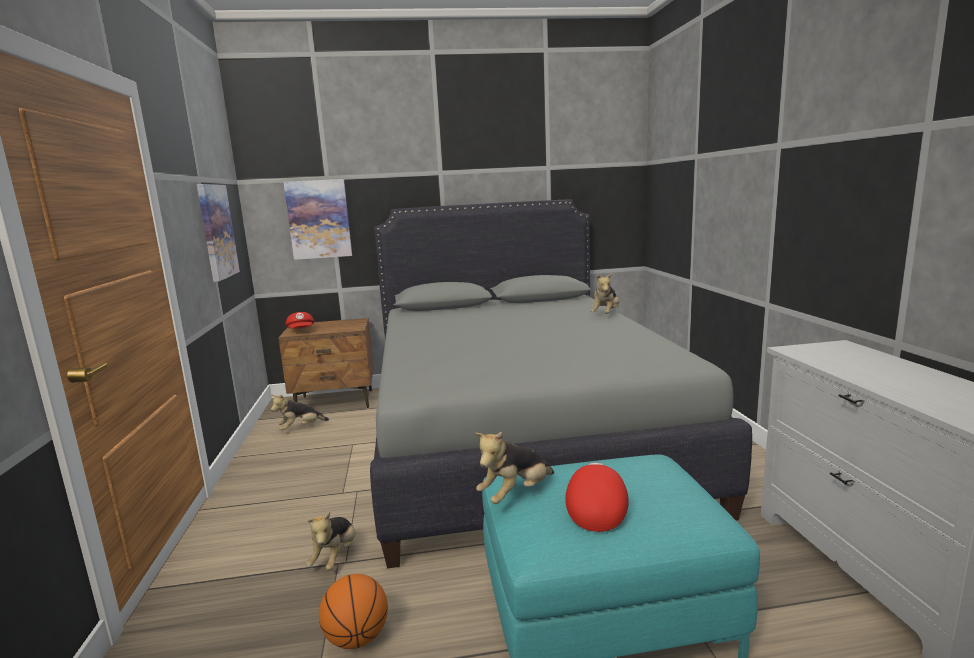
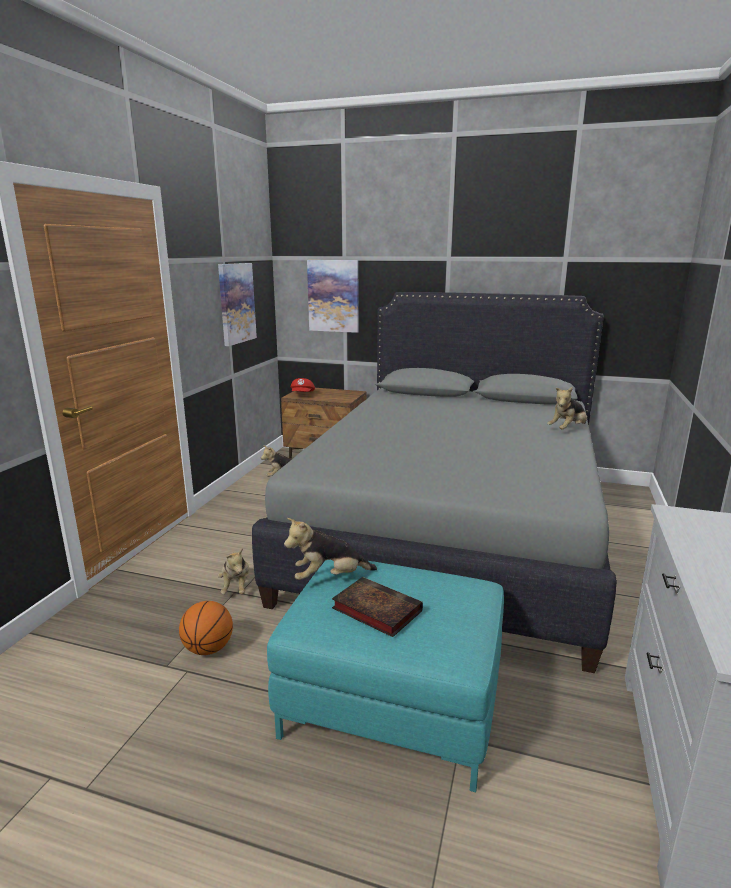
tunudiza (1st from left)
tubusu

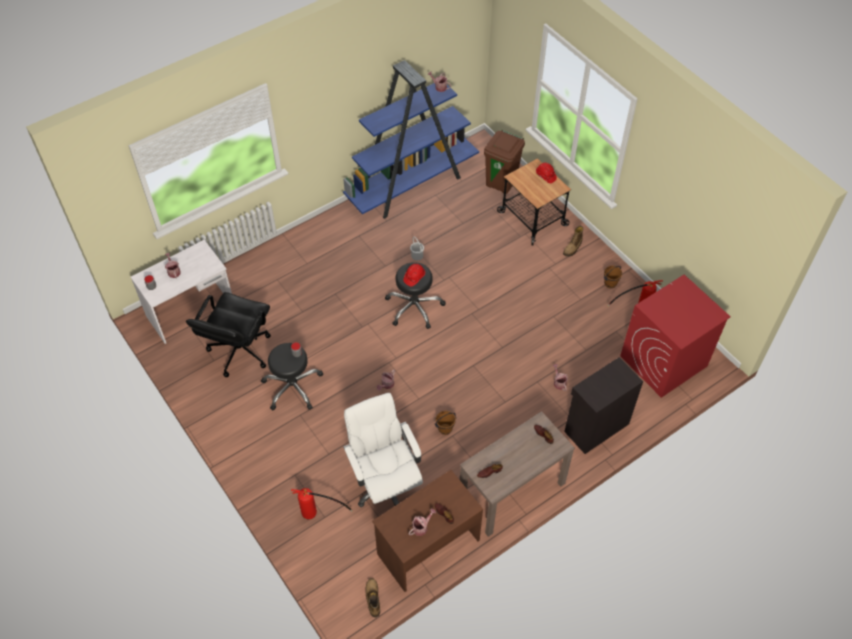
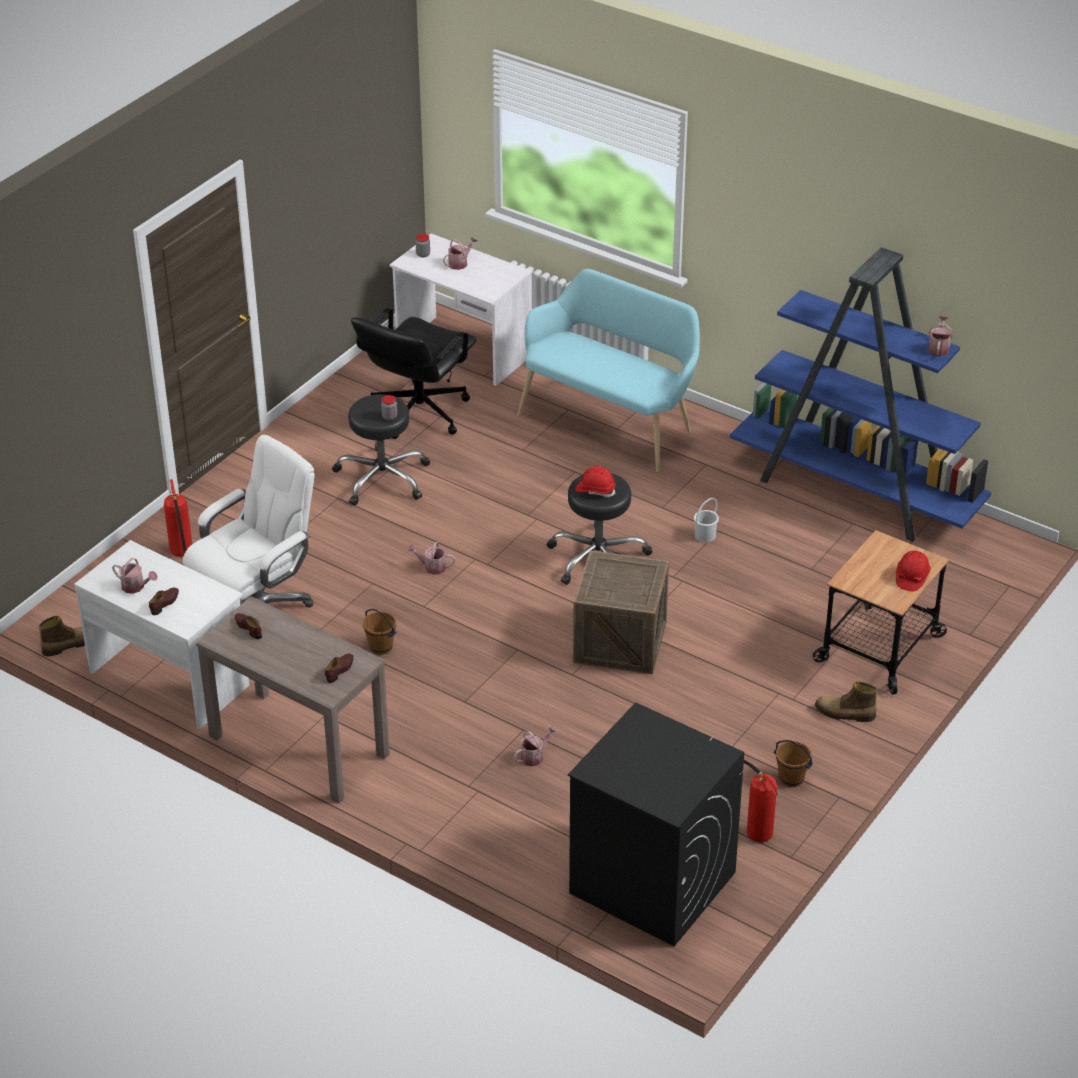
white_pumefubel (1st from left)
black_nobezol
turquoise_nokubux
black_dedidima
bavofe
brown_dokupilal
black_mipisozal

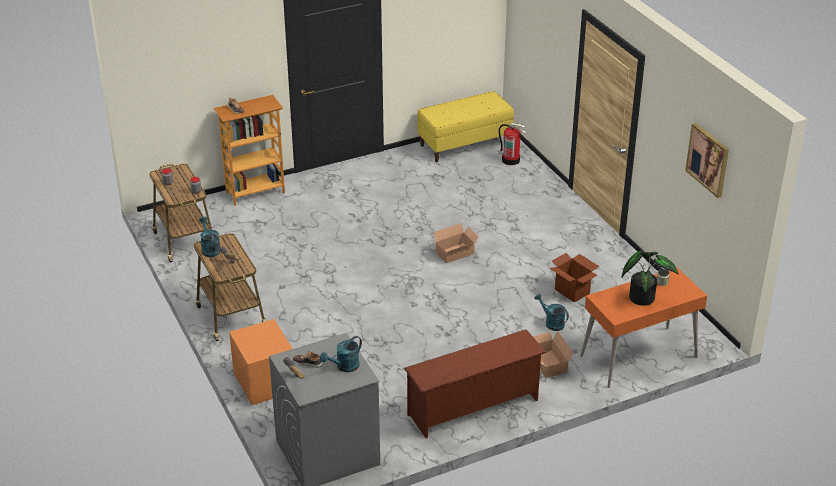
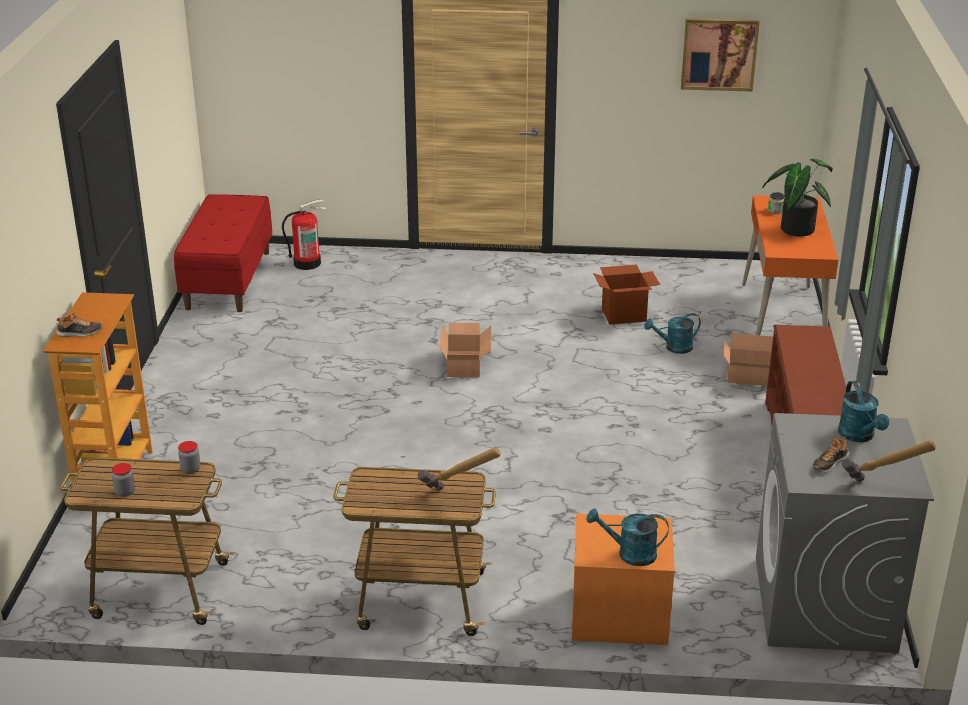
red_nokubux
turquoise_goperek (1st from left)

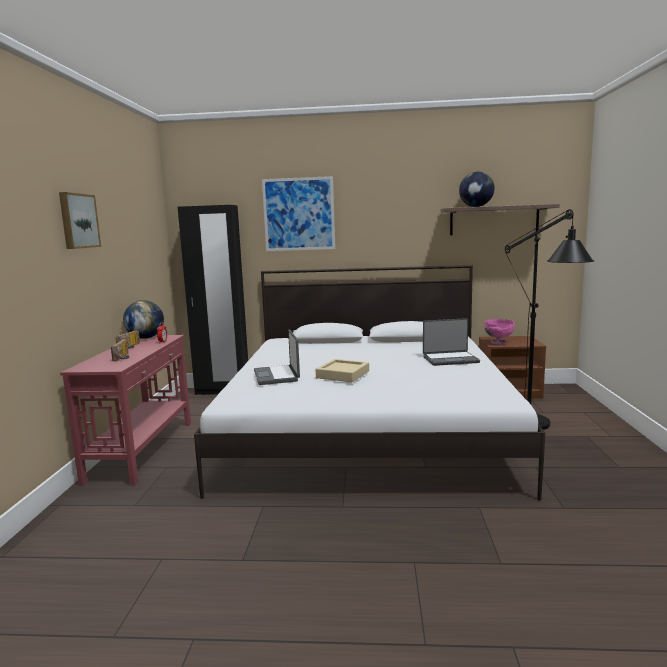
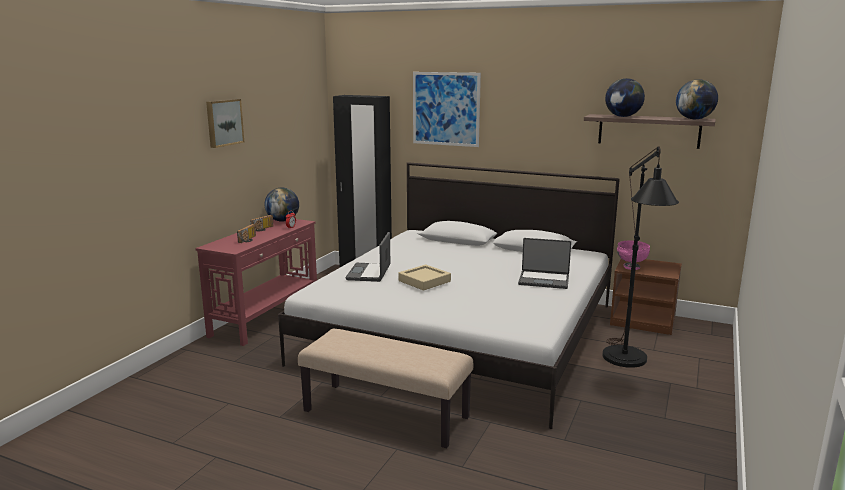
beige_nokubux
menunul (3rd from left)

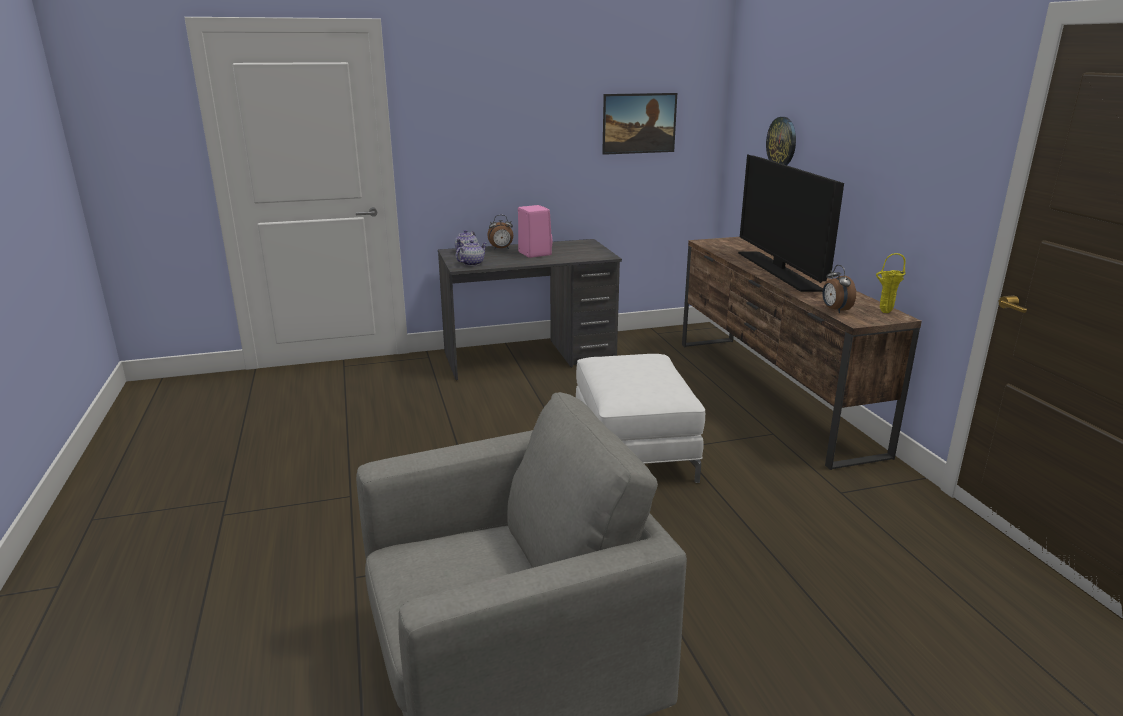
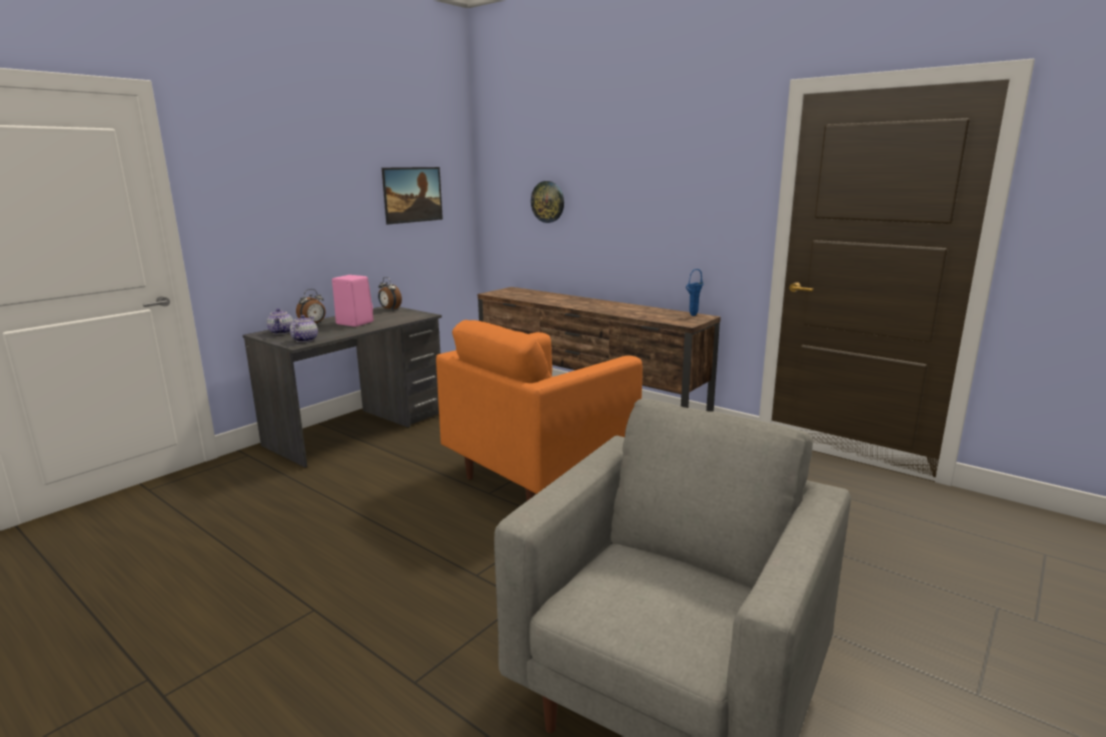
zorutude (2nd from left)
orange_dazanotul
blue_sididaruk
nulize

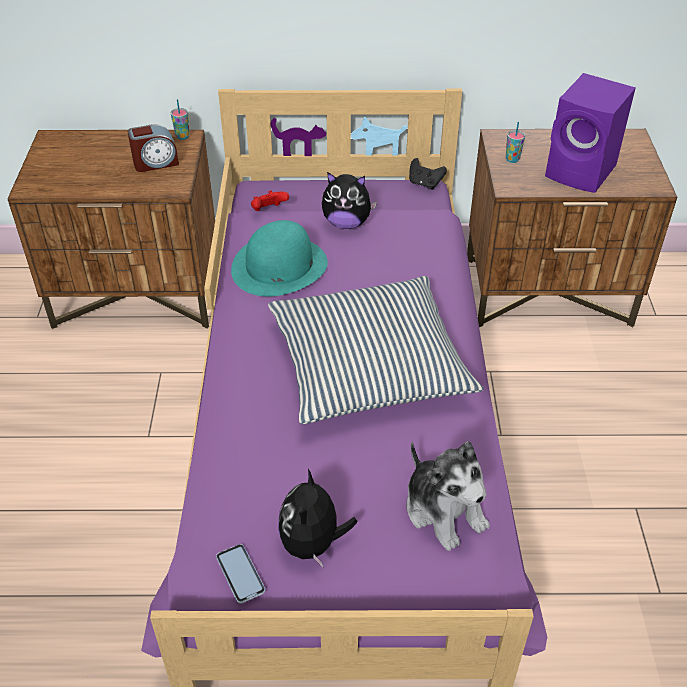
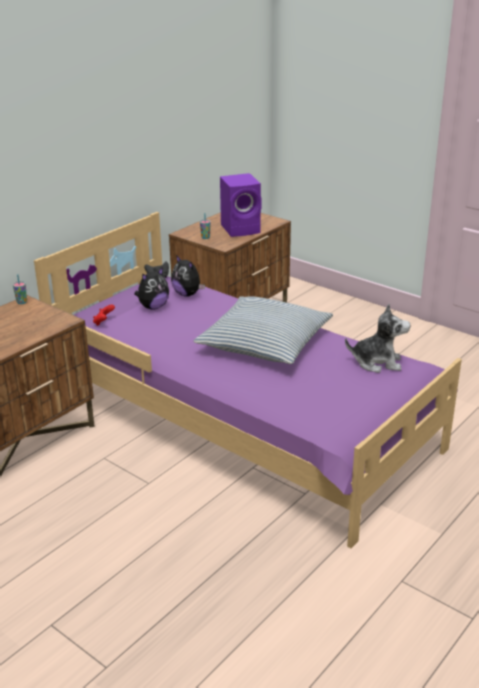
tunudiza (2nd from left)
zorutude
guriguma
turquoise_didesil

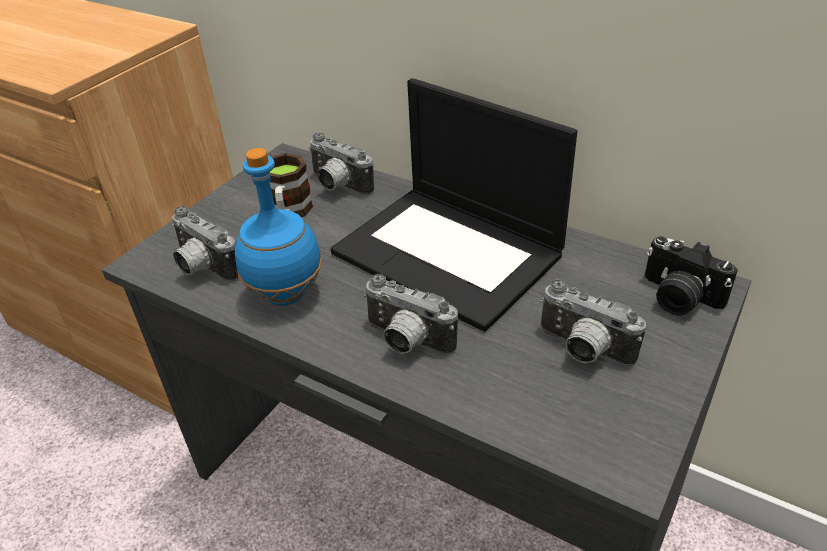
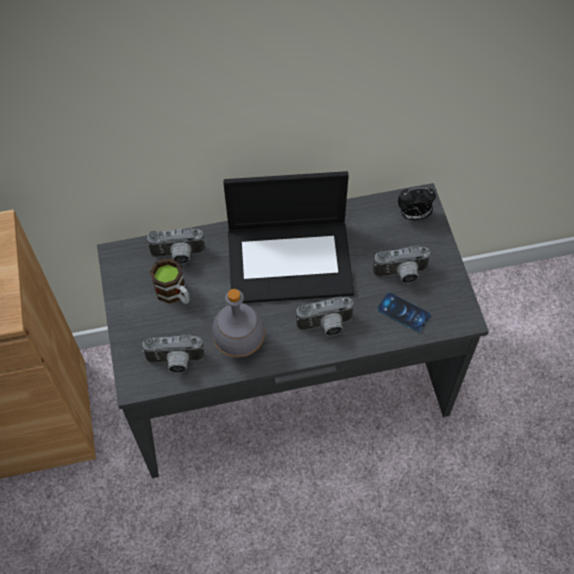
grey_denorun
guriguma
zorutude

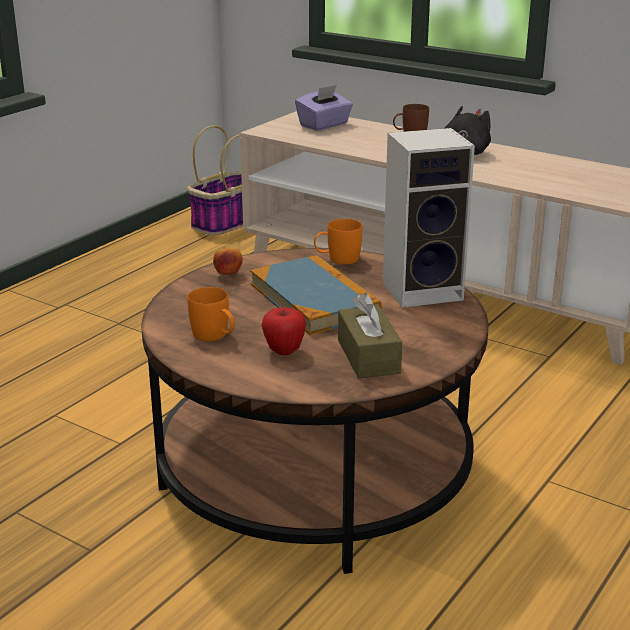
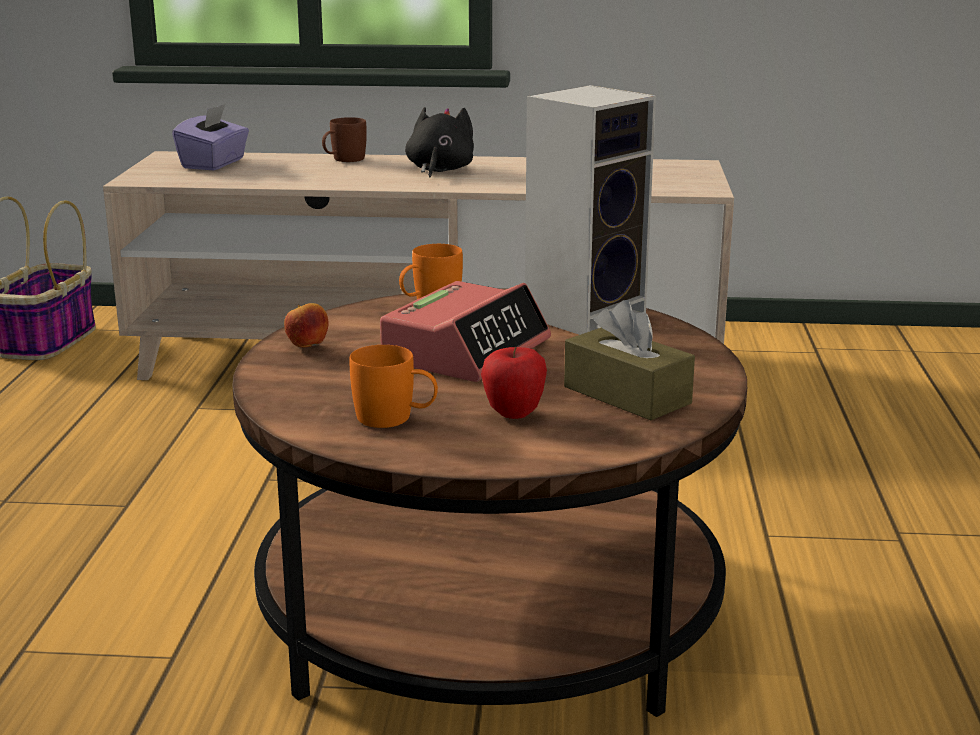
zorutude

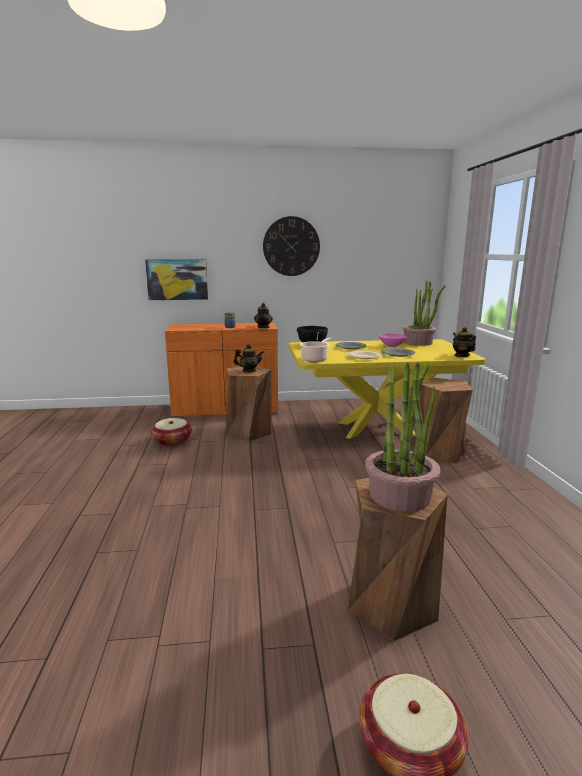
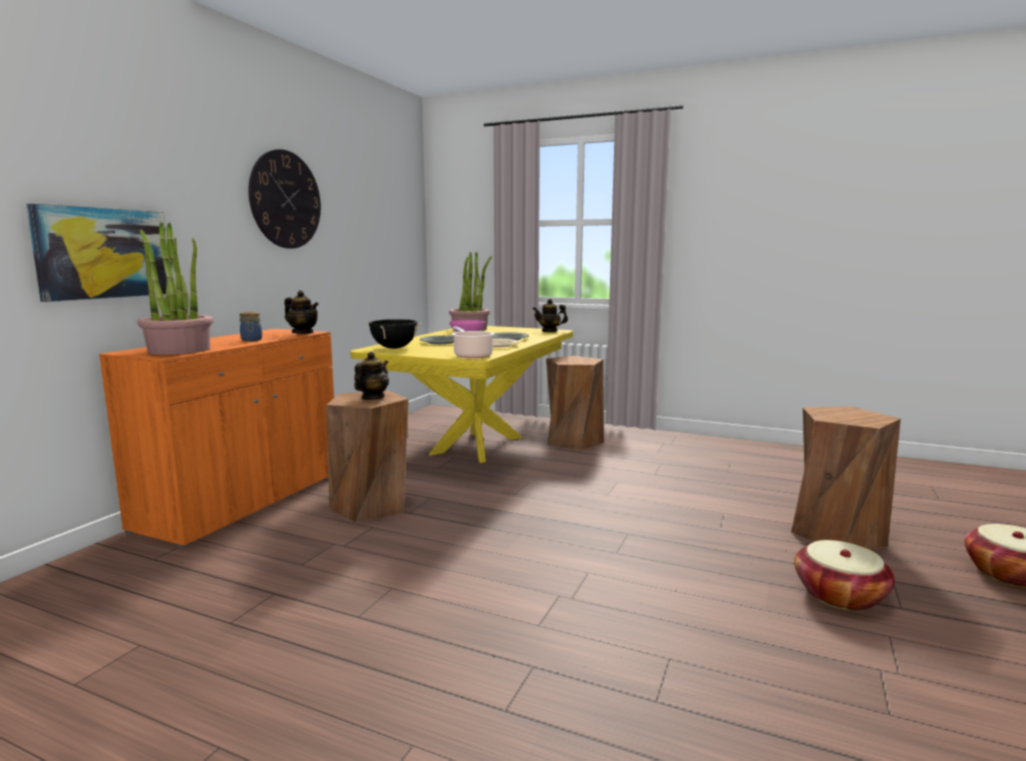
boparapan (1st from left)
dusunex (1st from left)

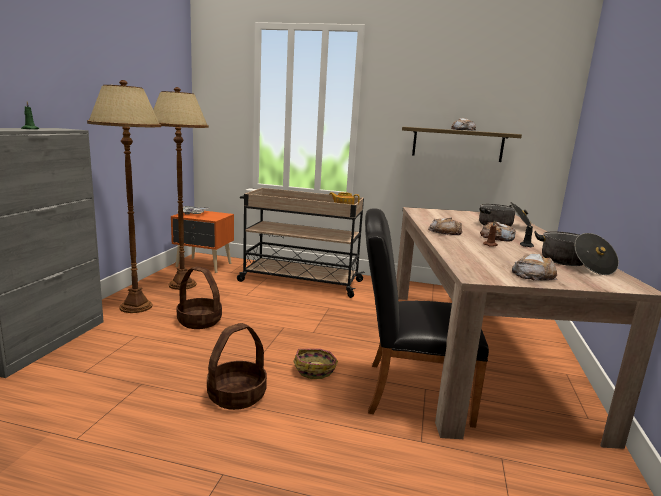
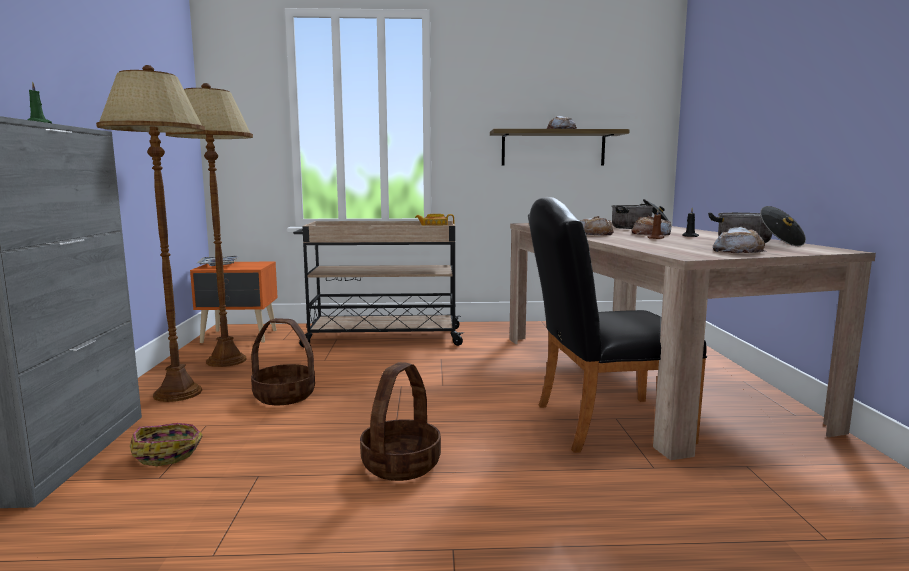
dusunex (1st from left)

